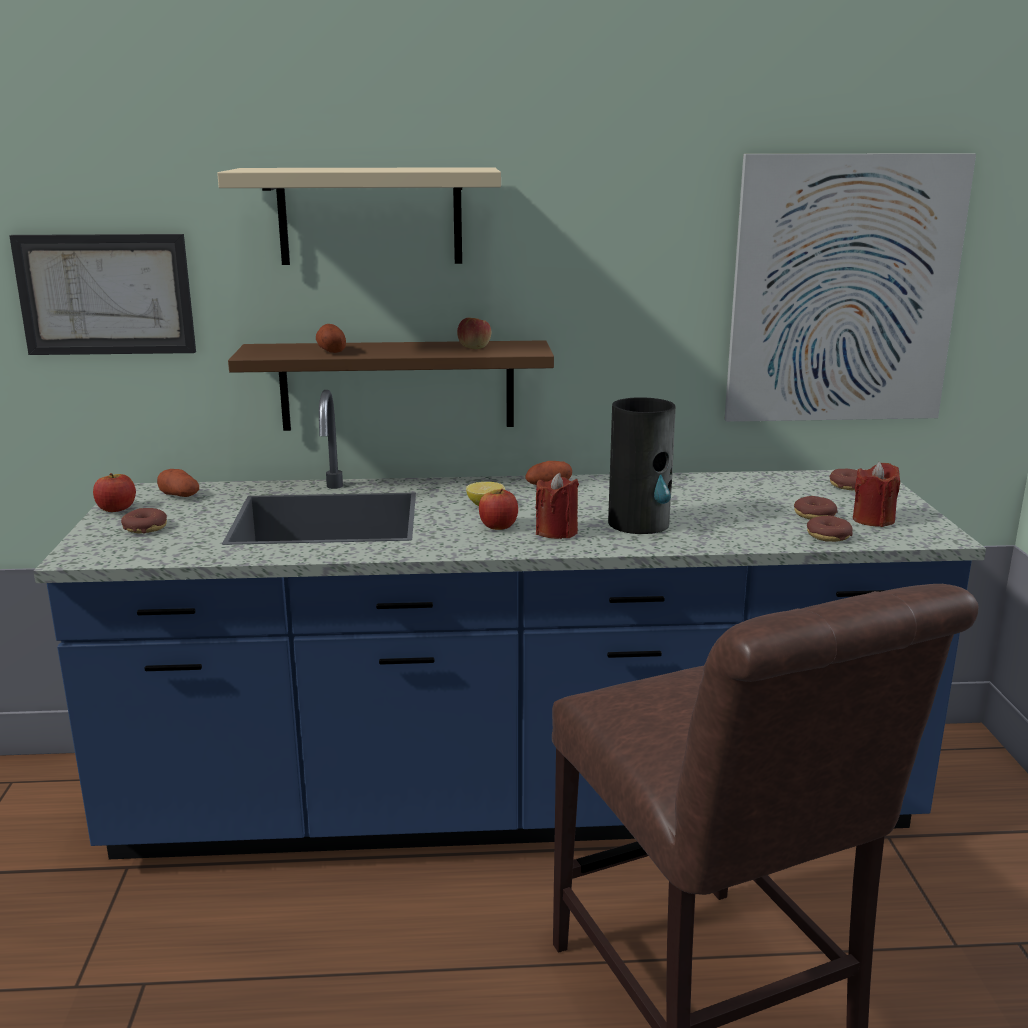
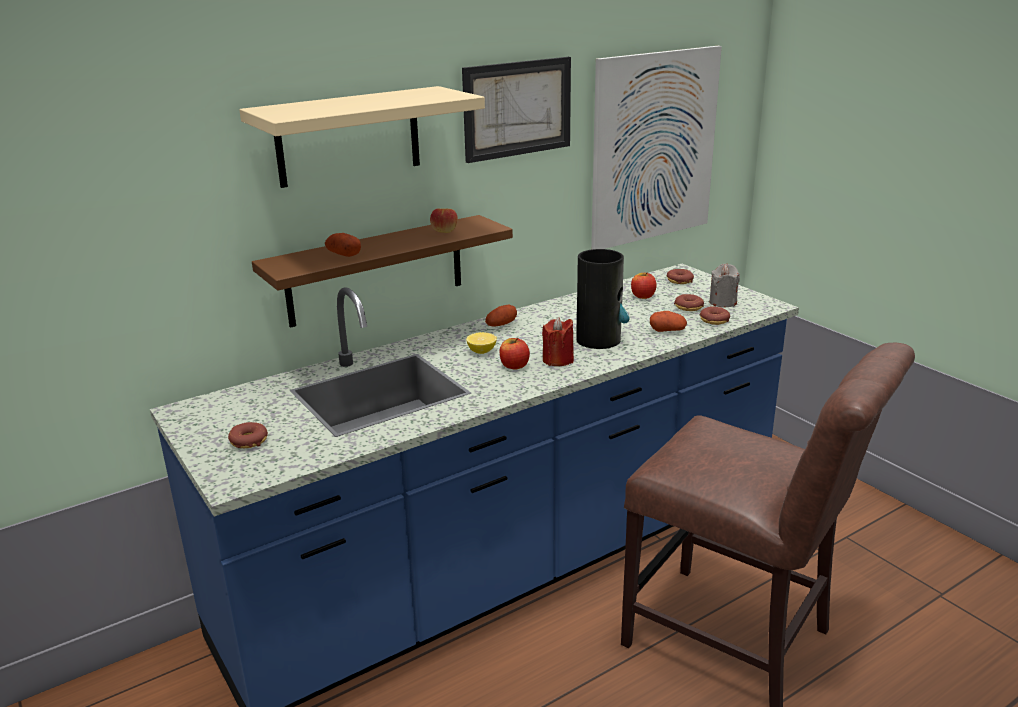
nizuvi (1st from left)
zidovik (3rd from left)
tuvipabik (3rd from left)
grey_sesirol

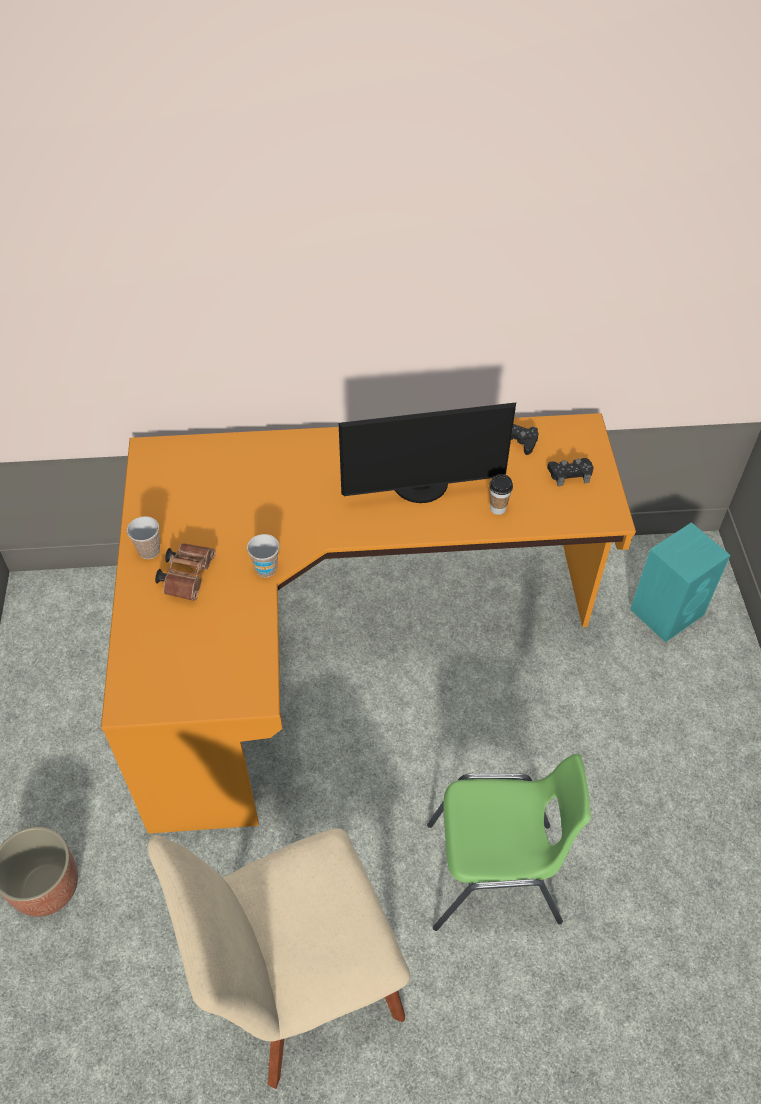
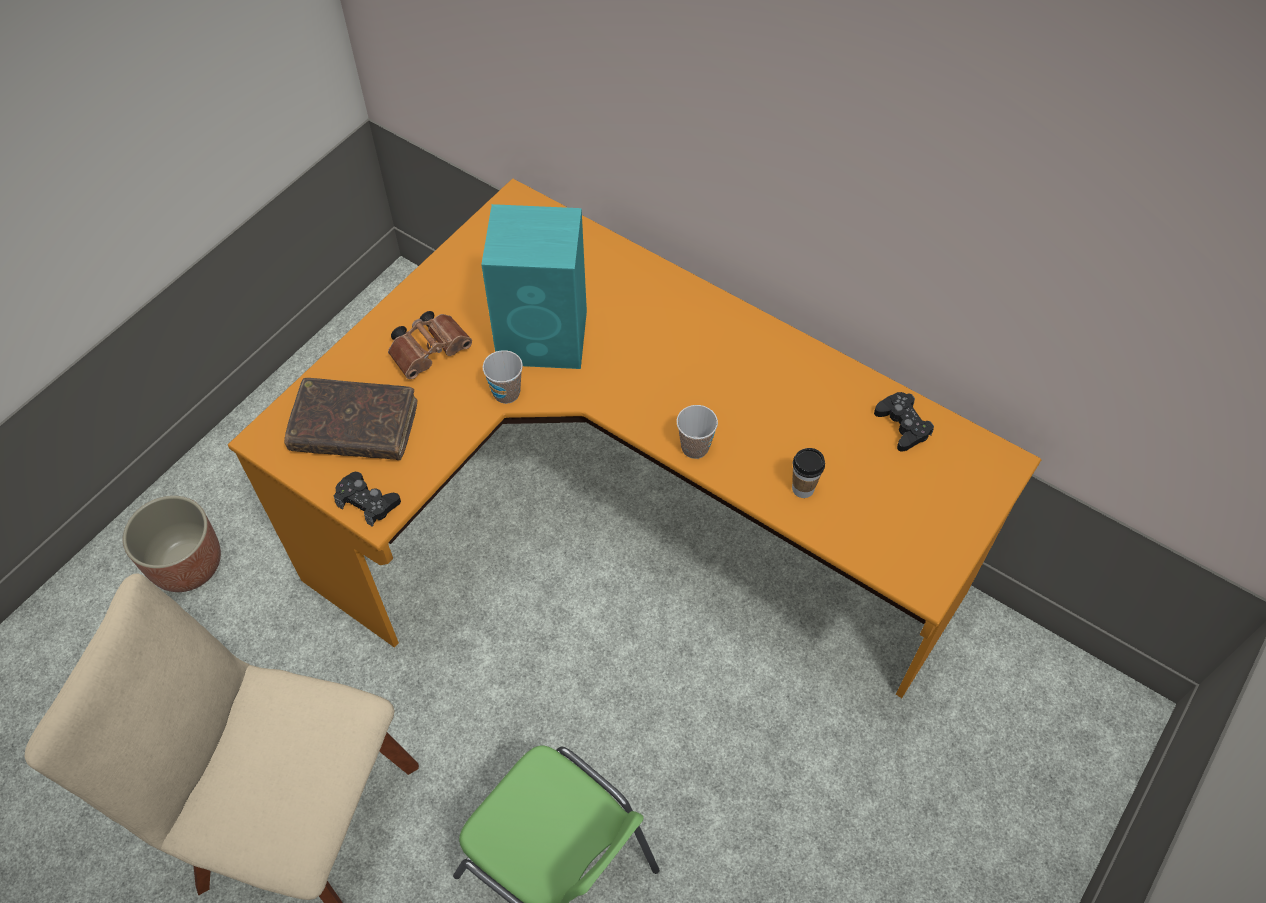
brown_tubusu
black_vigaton (1st from left)
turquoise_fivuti
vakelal (2nd from left)
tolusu

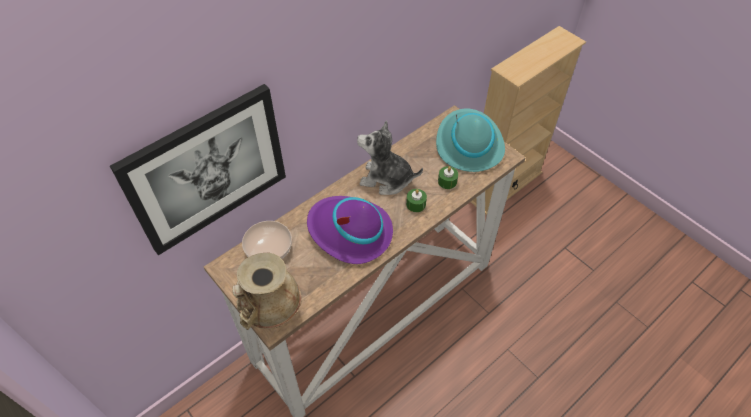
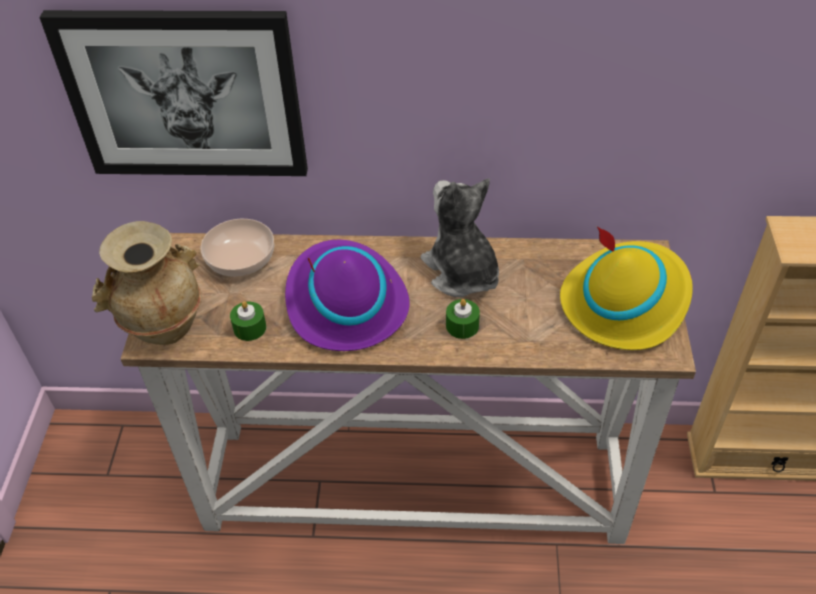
green_sesirol (1st from left)
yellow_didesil

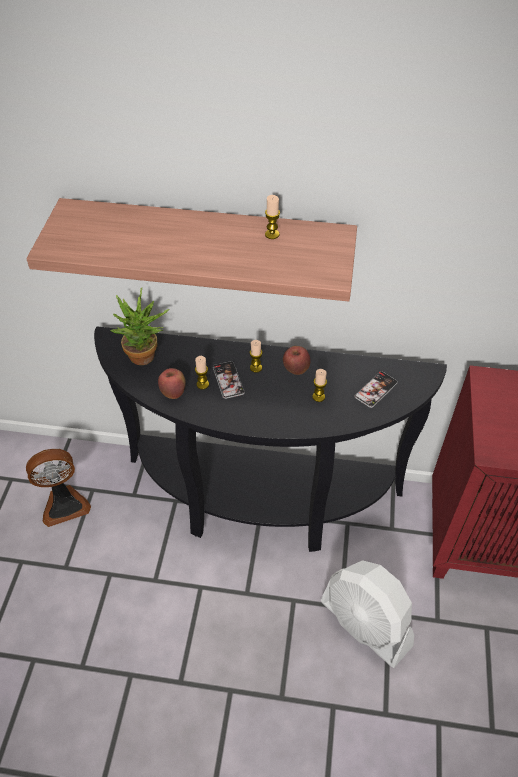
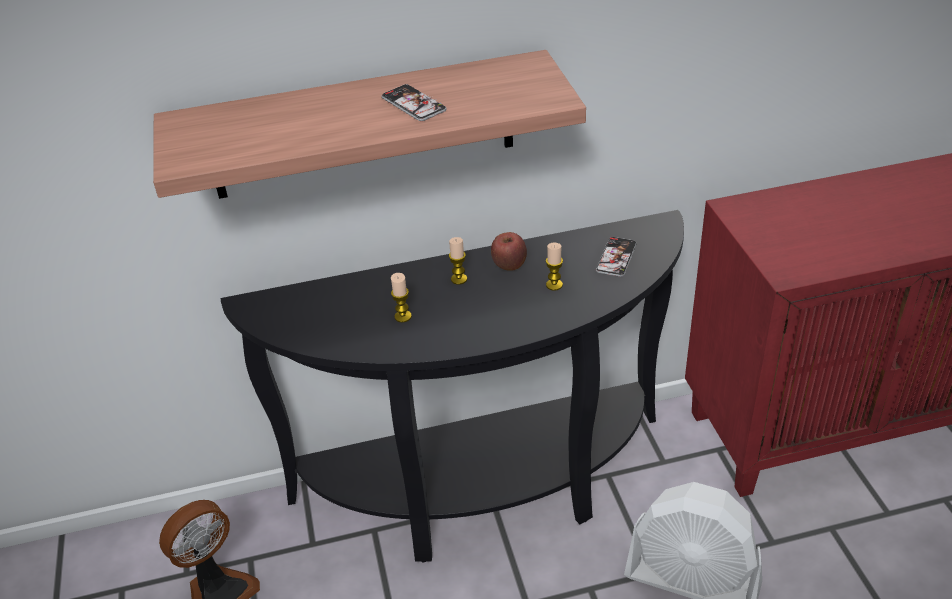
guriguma (1st from left)
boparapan
zidovik (1st from left in the first image)
sesirol (3rd from left in the first image)

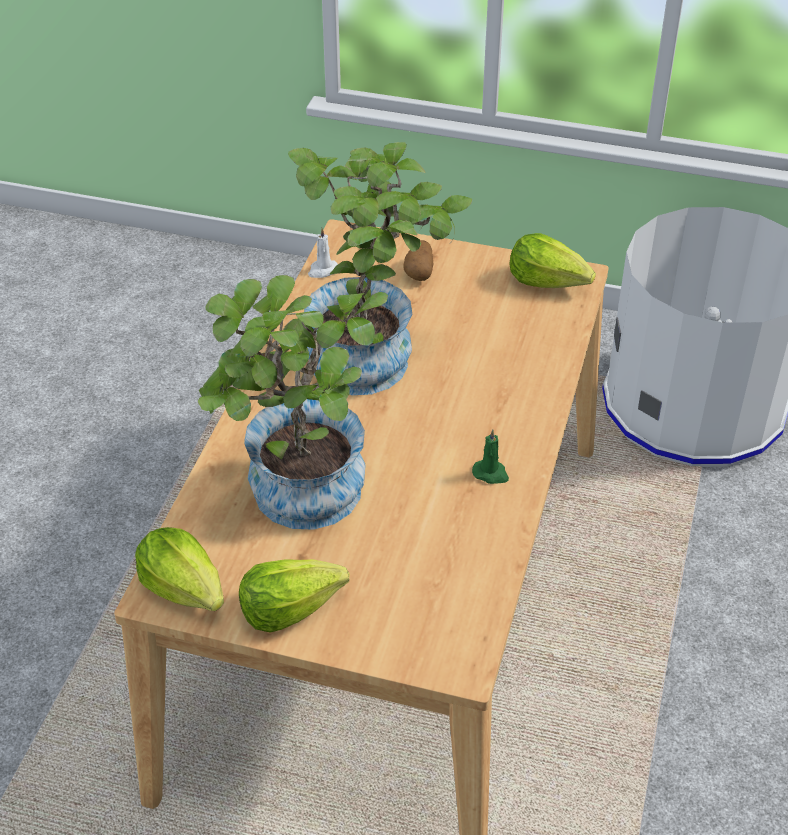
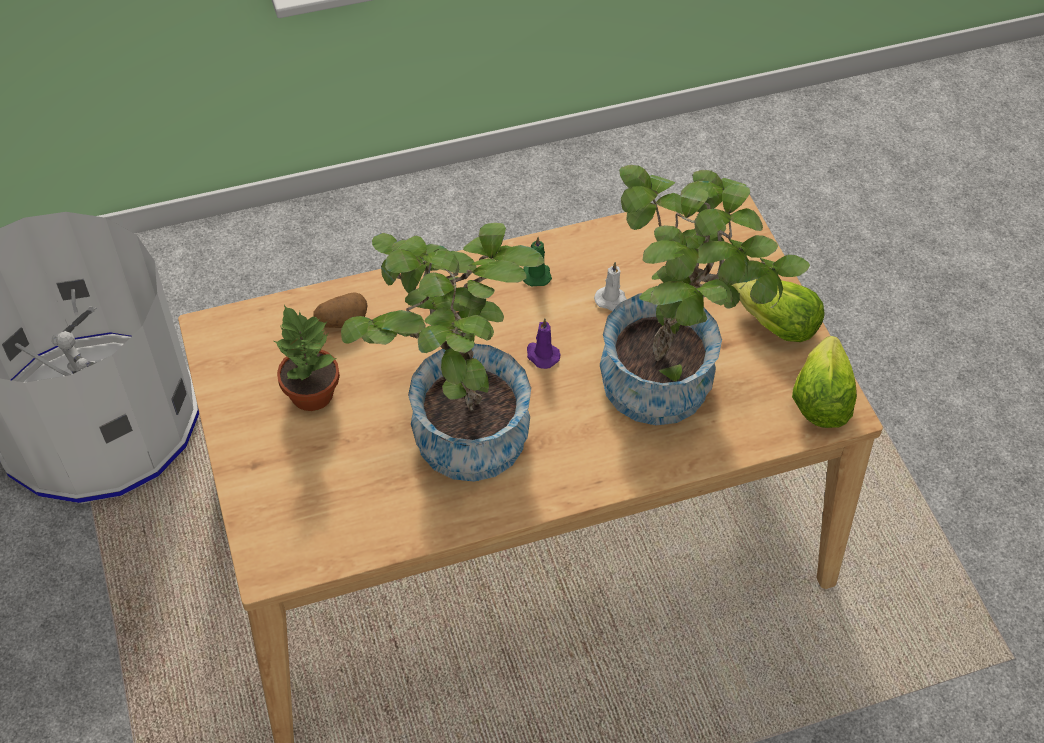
boparapan (1st from left)
tuvipabik
purple_sesirol
white_sesirol
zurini (3rd from left in the first image)

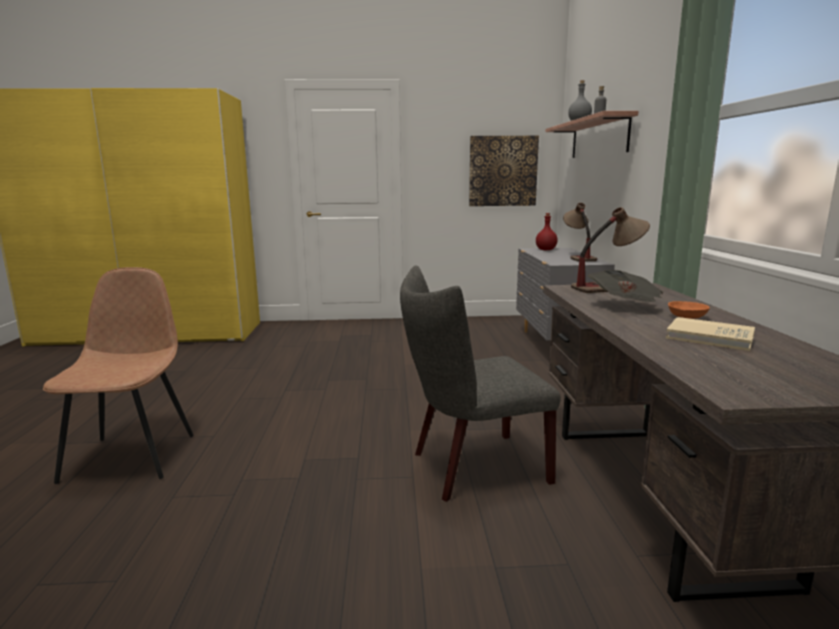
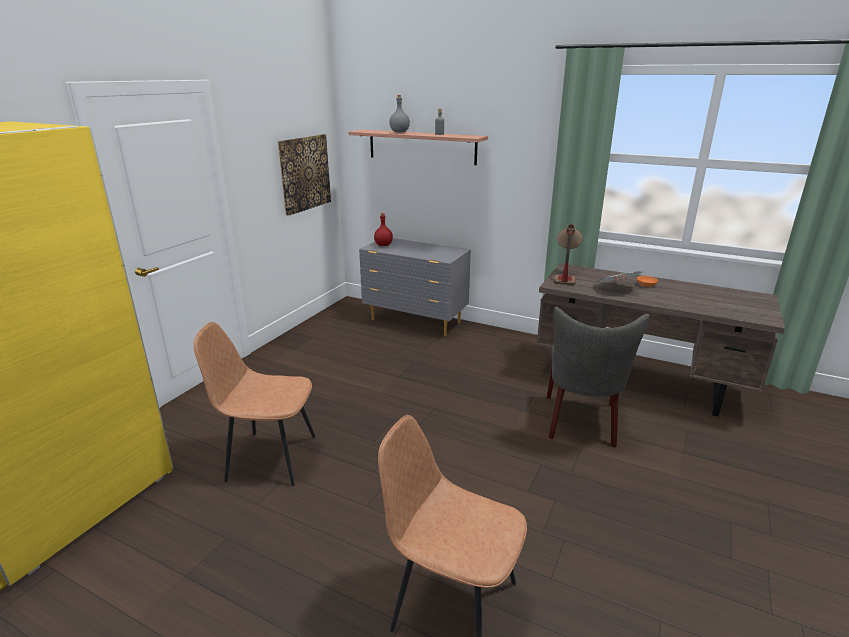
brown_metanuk (1st from left)
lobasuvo (1st from left in the first image)
beige_tubusu

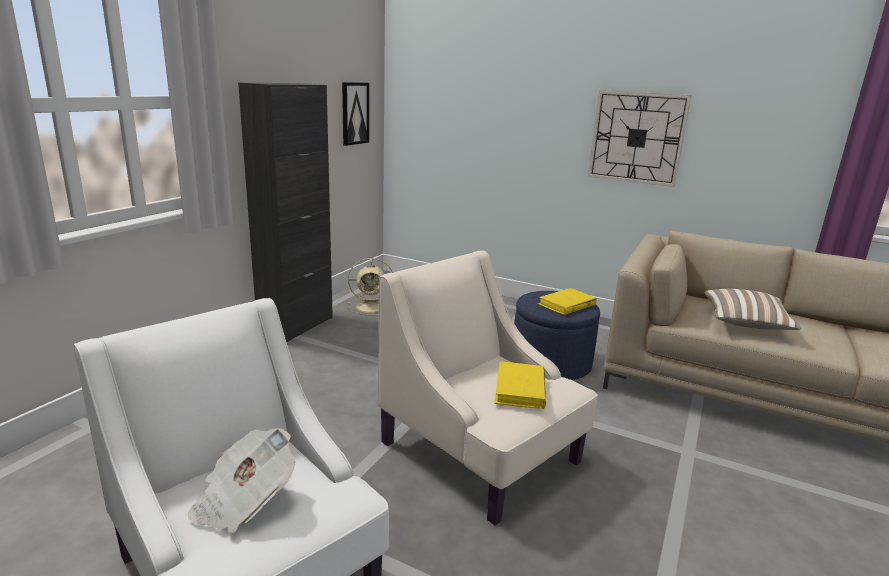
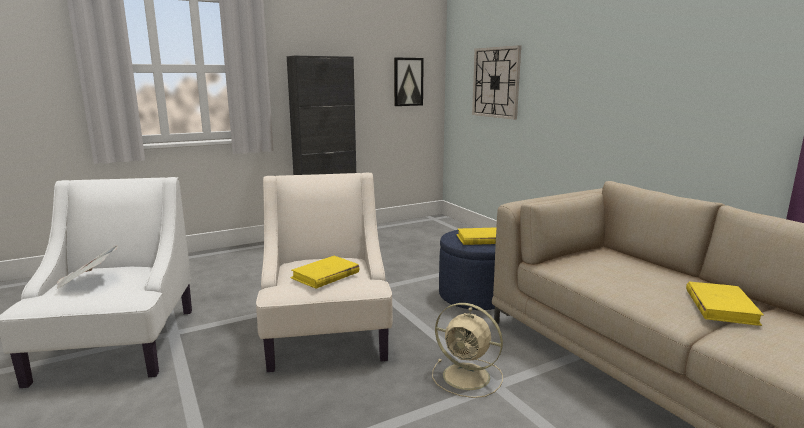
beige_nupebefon
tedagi
yellow_tubusu (3rd from left)
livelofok

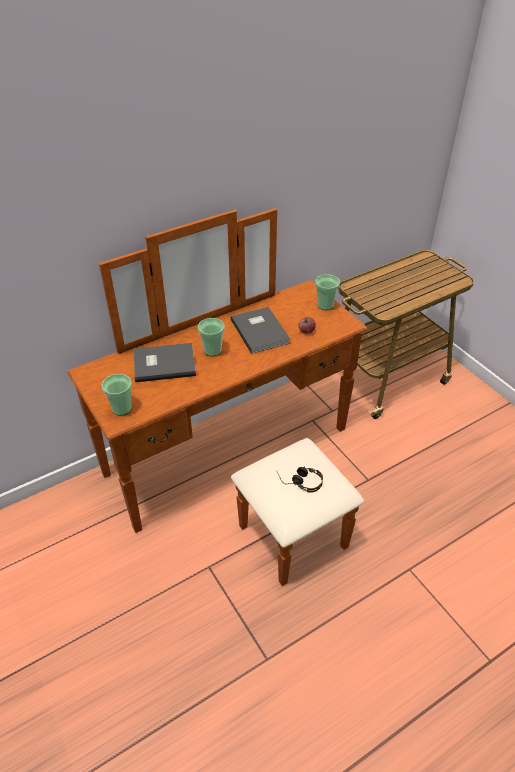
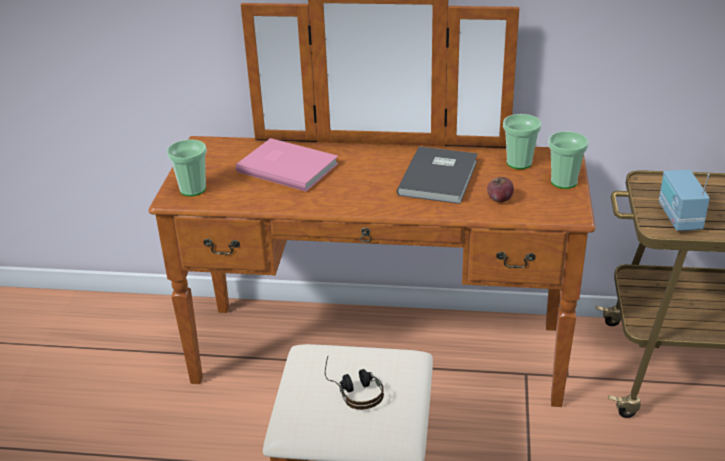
pink_tubusu
vakelal (2nd from left)
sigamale

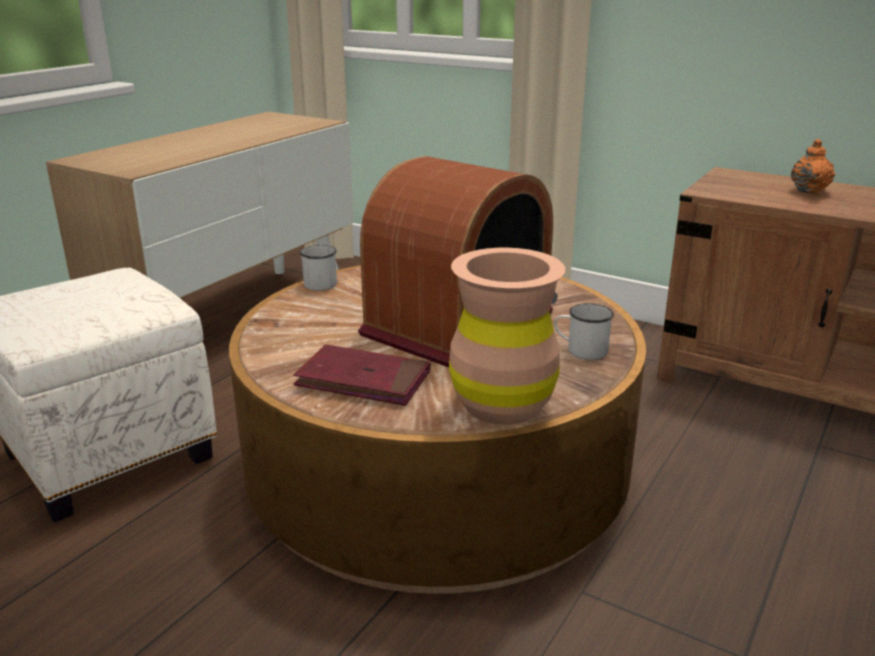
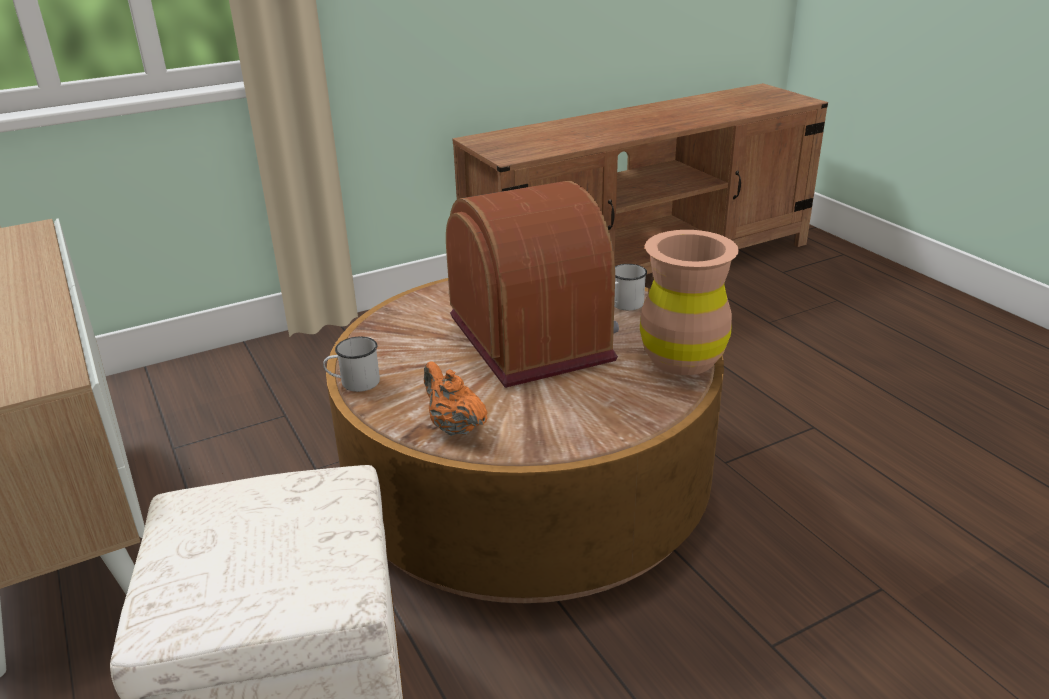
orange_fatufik
red_tubusu

